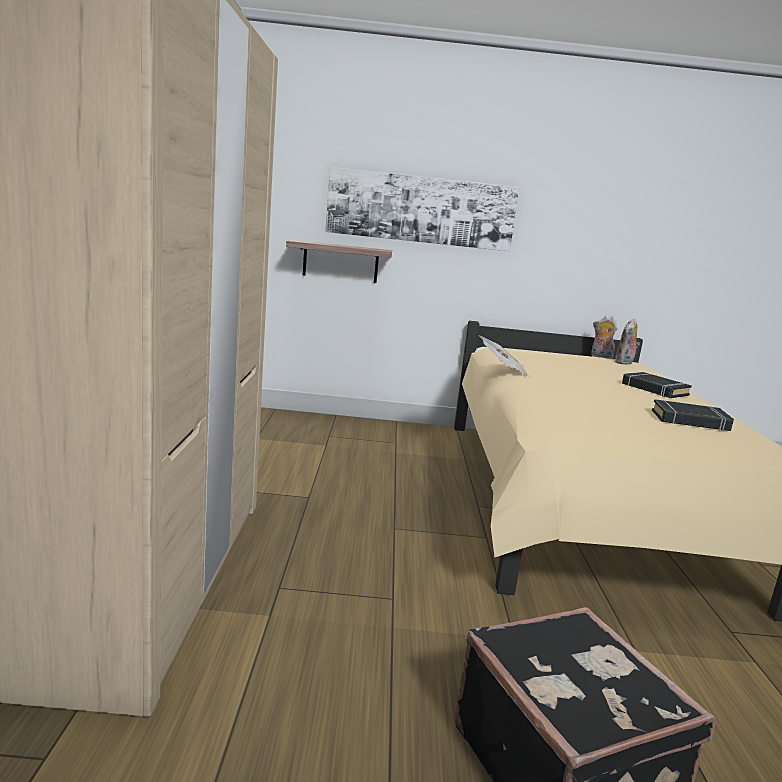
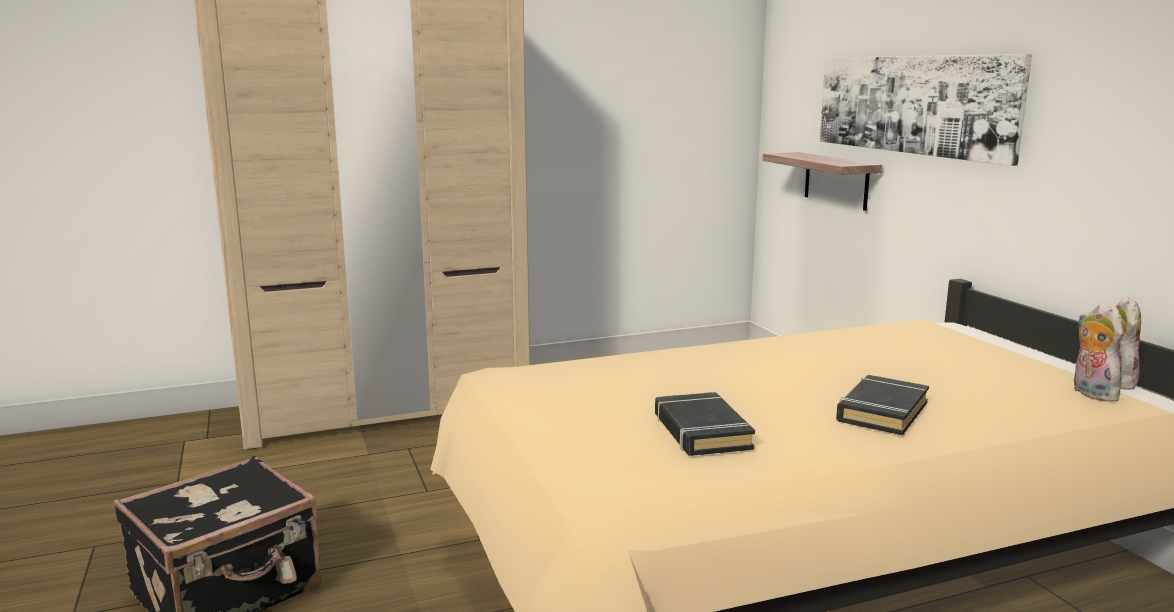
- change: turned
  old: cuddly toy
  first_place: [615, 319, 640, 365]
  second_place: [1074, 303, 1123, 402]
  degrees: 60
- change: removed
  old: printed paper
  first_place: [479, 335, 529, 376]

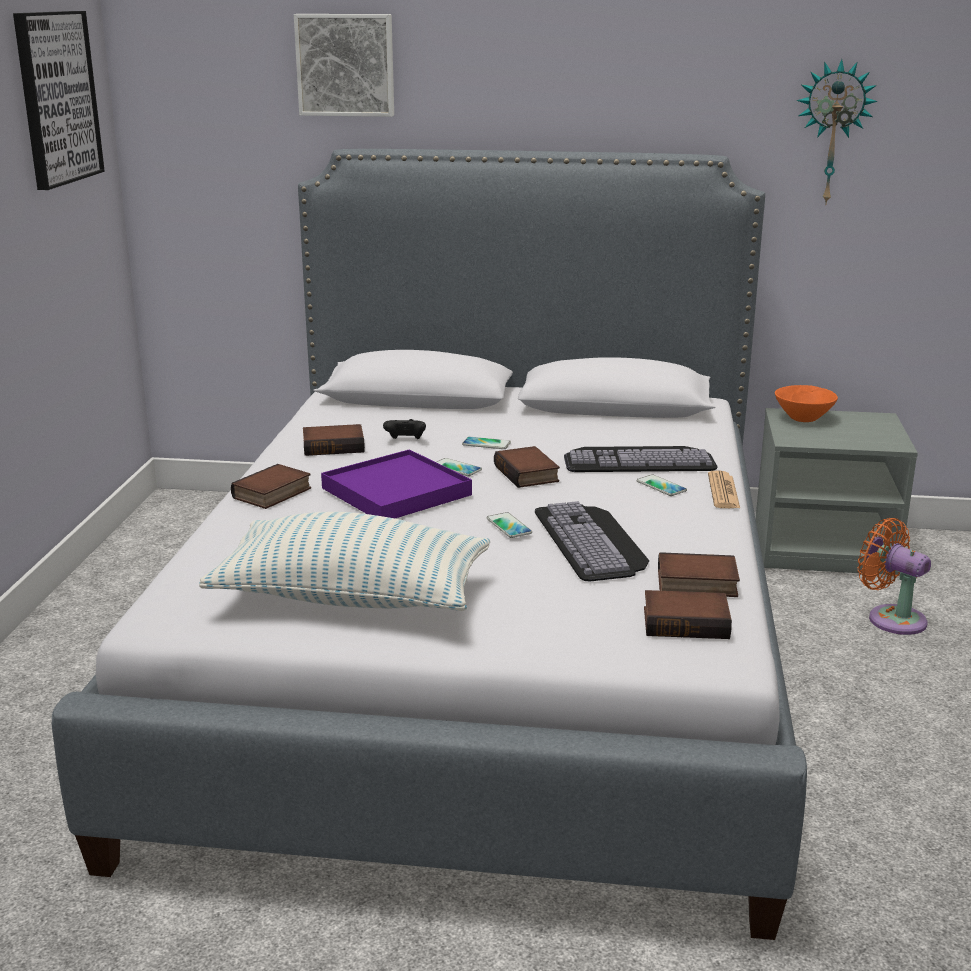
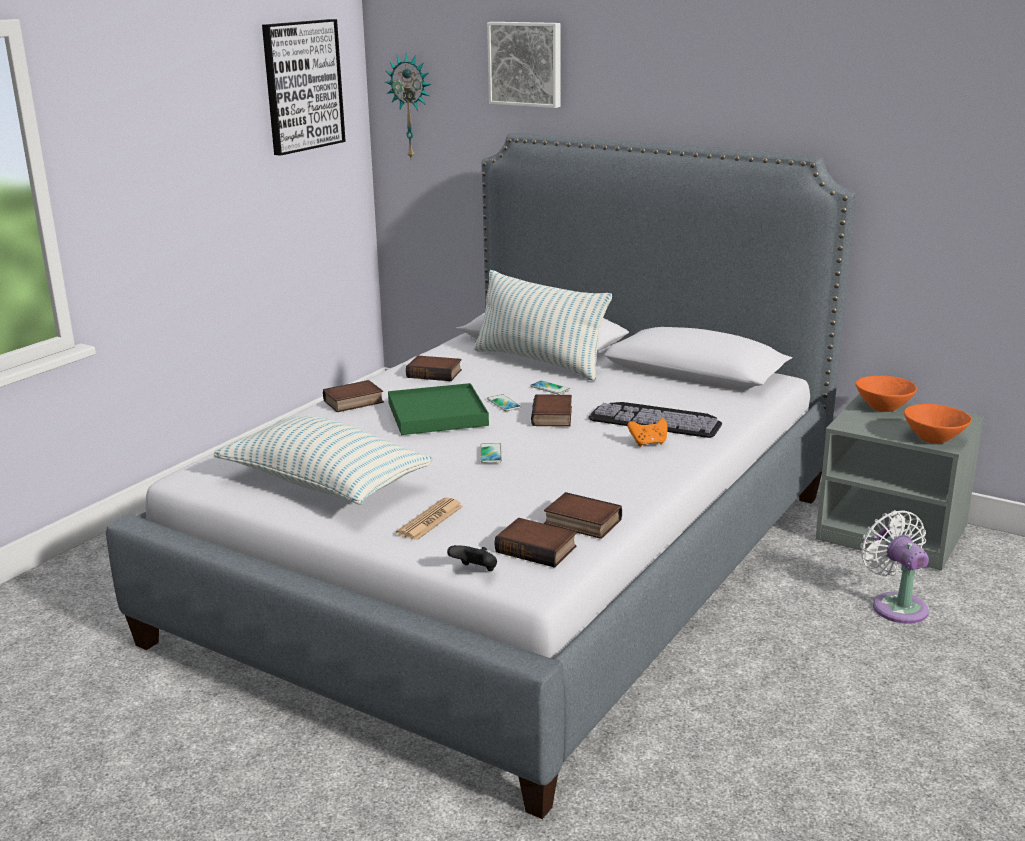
- change: moved
  old: wall clock
  first_place: [797, 59, 878, 203]
  second_place: [385, 53, 431, 161]
- change: moved
  old: joypad in blackish
  first_place: [383, 419, 426, 439]
  second_place: [447, 545, 497, 571]
- change: recoloured
  old: tray in purplish
  new: tray in green-coloured
  first_place: [321, 449, 472, 518]
  second_place: [388, 383, 489, 435]
- change: moved
  old: printed paper
  first_place: [708, 470, 740, 508]
  second_place: [396, 498, 463, 540]
- change: replaced
  old: telephone
  new: joypad in orangey
  first_place: [637, 474, 687, 496]
  second_place: [628, 418, 668, 447]
- change: removed
  old: PC keyboard
  first_place: [535, 501, 649, 581]
- change: recoloured
  old: cooling fan in orangey
  new: cooling fan in whitish
  first_place: [858, 518, 931, 635]
  second_place: [861, 510, 929, 624]
- change: added
  new: cushion
  second_place: [474, 270, 612, 380]
- change: added
  new: bowl in orangey
  second_place: [904, 404, 972, 443]

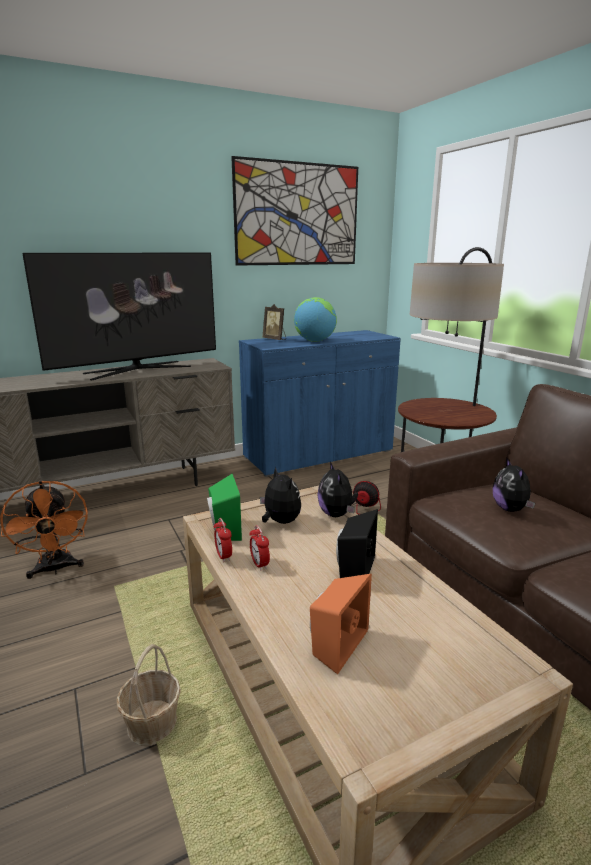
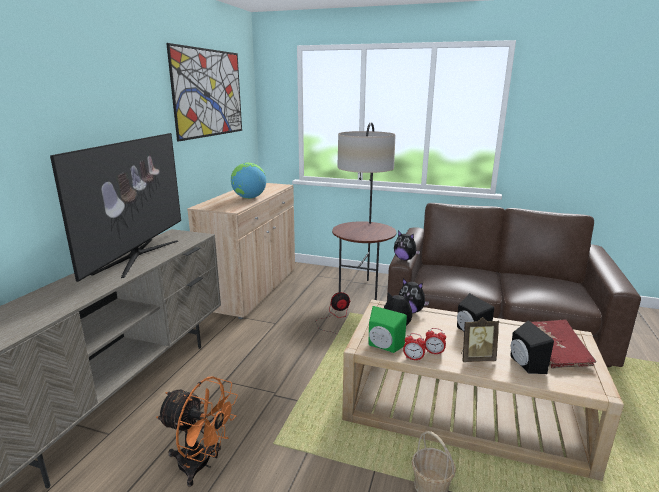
- change: moved
  old: picture frame
  first_place: [263, 304, 286, 340]
  second_place: [461, 317, 499, 362]
- change: recoloured
  old: storage cabinet in blue-coloured
  new: storage cabinet in beige-coloured
  first_place: [239, 330, 401, 477]
  second_place: [187, 183, 295, 319]
- change: moved
  old: cuddly toy
  first_place: [493, 458, 535, 512]
  second_place: [394, 231, 420, 260]
- change: recoloured
  old: speaker in orangey
  new: speaker in blackish
  first_place: [310, 574, 372, 674]
  second_place: [510, 320, 554, 374]
- change: added
  new: volume in red-coloured
  second_place: [531, 319, 597, 369]

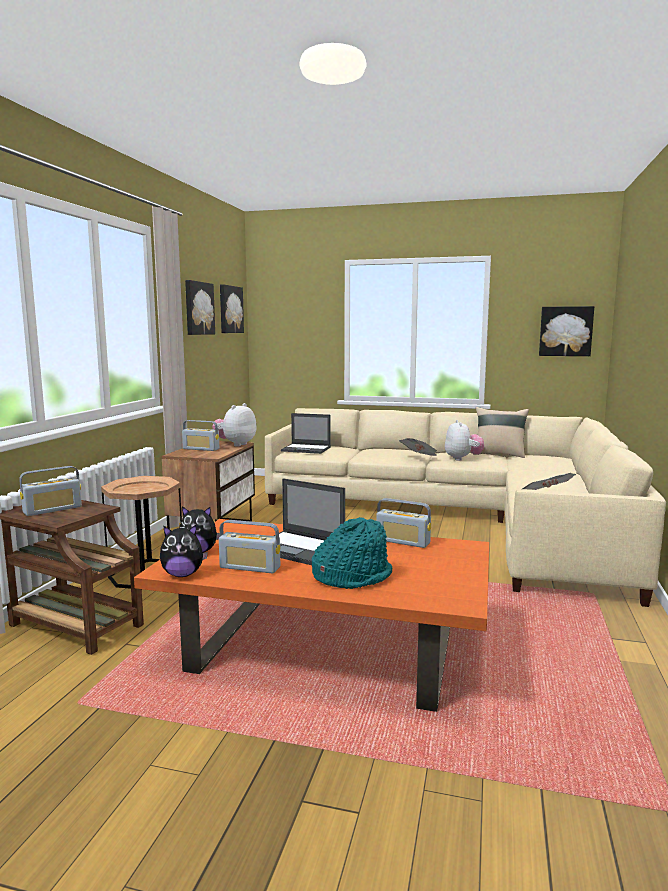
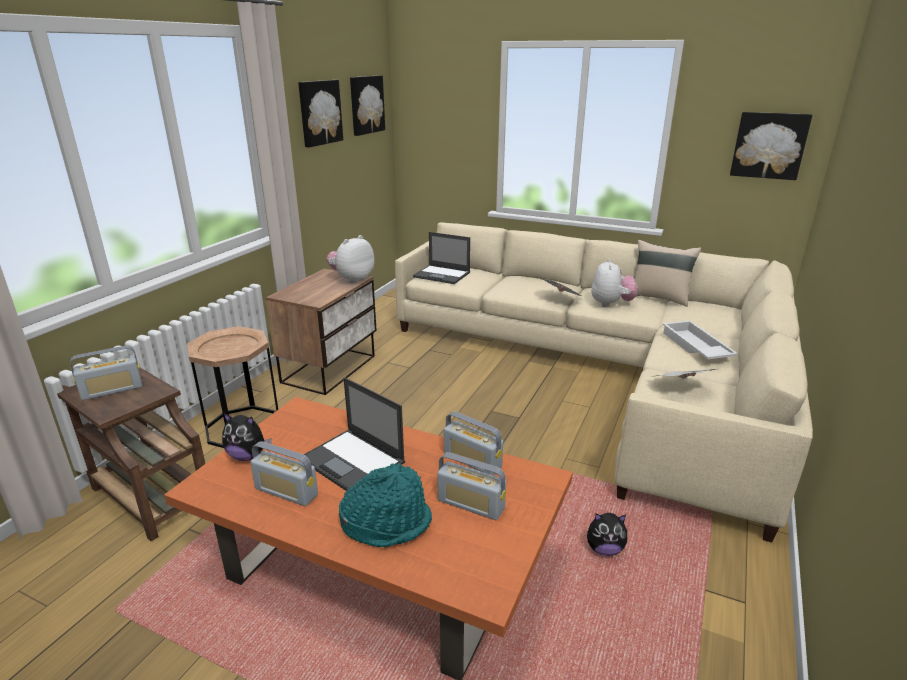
- change: moved
  old: radio
  first_place: [182, 420, 219, 451]
  second_place: [437, 452, 506, 520]
- change: moved
  old: cuddly toy
  first_place: [160, 525, 208, 577]
  second_place: [587, 513, 628, 556]
- change: added
  new: tray in whitish
  second_place: [663, 321, 738, 359]

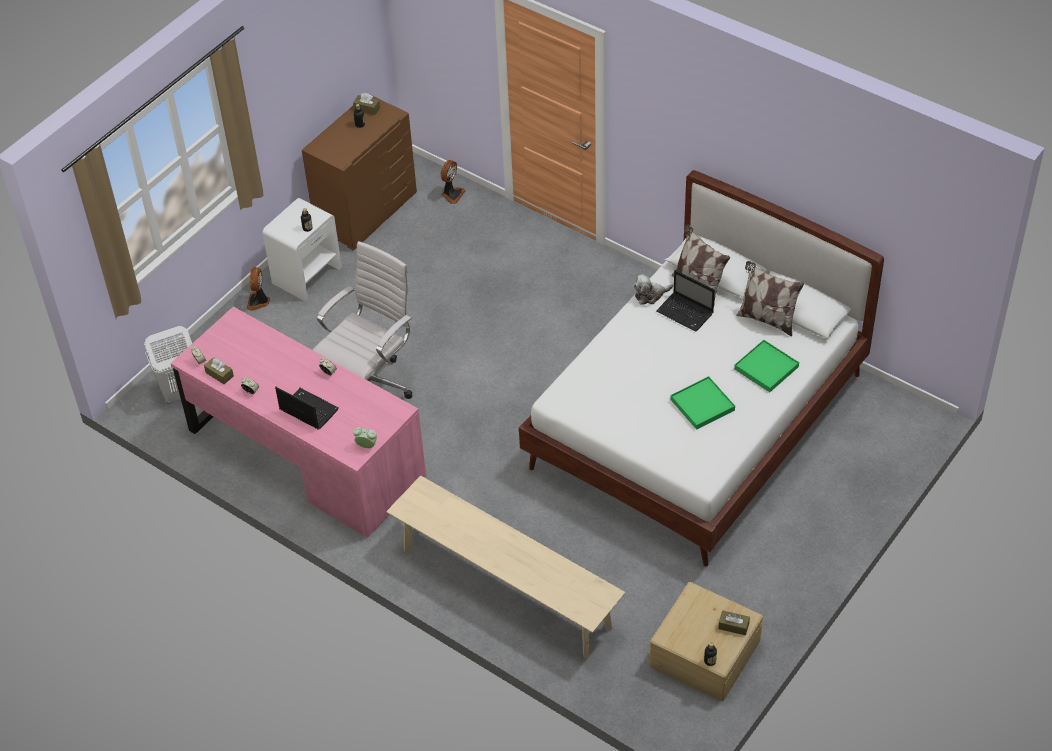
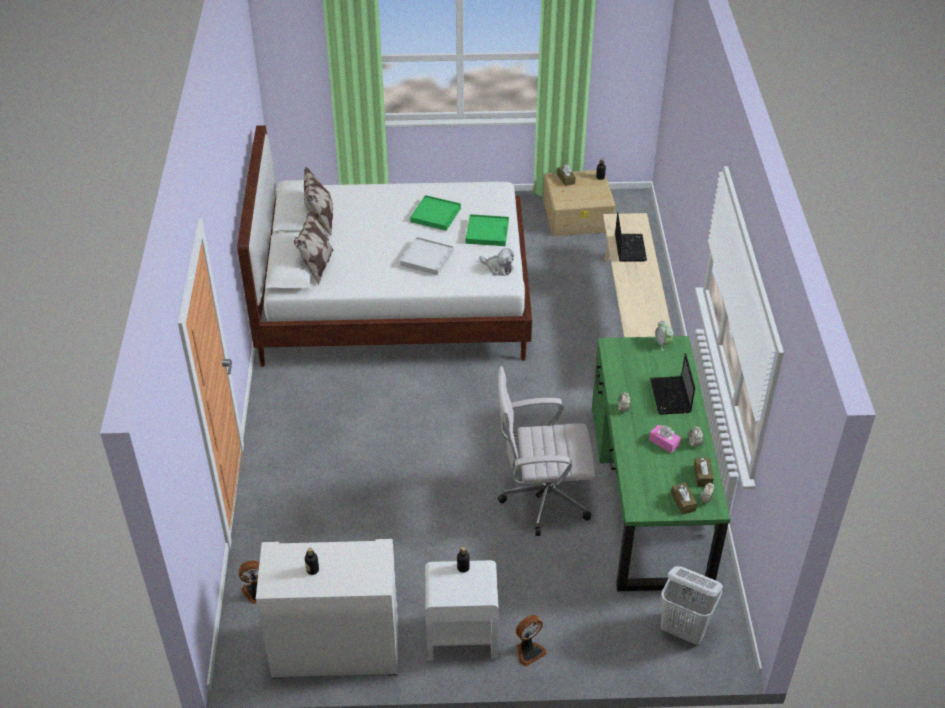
- change: moved
  old: box of tissues in brownish
  first_place: [353, 93, 380, 115]
  second_place: [671, 482, 697, 515]
- change: recoloured
  old: drawer chest in brownish
  new: drawer chest in whitish
  first_place: [302, 95, 417, 251]
  second_place: [256, 539, 398, 679]
- change: moved
  old: portable computer
  first_place: [656, 270, 715, 332]
  second_place: [615, 212, 647, 262]
- change: moved
  old: cuddly toy
  first_place: [634, 274, 673, 305]
  second_place: [479, 248, 514, 276]
- change: recoloured
  old: desk unit in pink-coloured
  new: desk unit in green-coloured
  first_place: [171, 307, 426, 538]
  second_place: [592, 336, 730, 591]
- change: moved
  old: tray in green-coloured
  first_place: [734, 340, 799, 392]
  second_place: [466, 214, 509, 246]
- change: added
  new: tray in whitish
  second_place: [400, 237, 454, 275]
- change: added
  new: box of tissues in pink-coloured
  second_place: [649, 424, 681, 453]

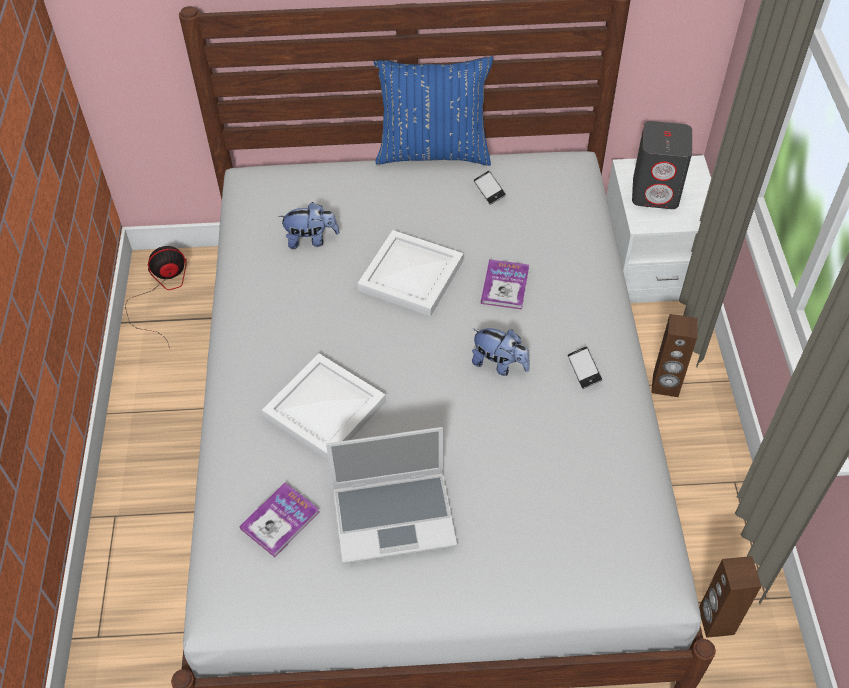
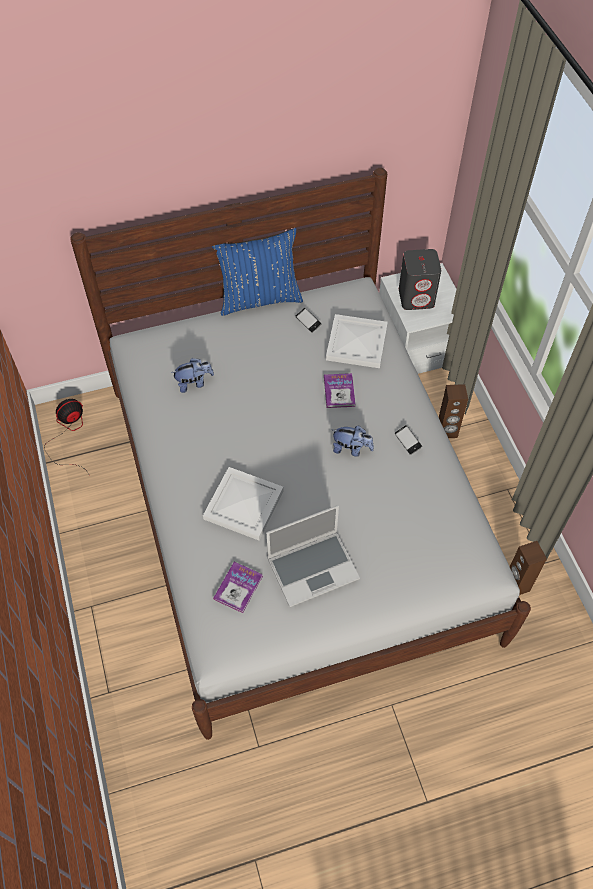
- change: moved
  old: tray in whitish
  first_place: [357, 230, 463, 316]
  second_place: [326, 314, 388, 368]

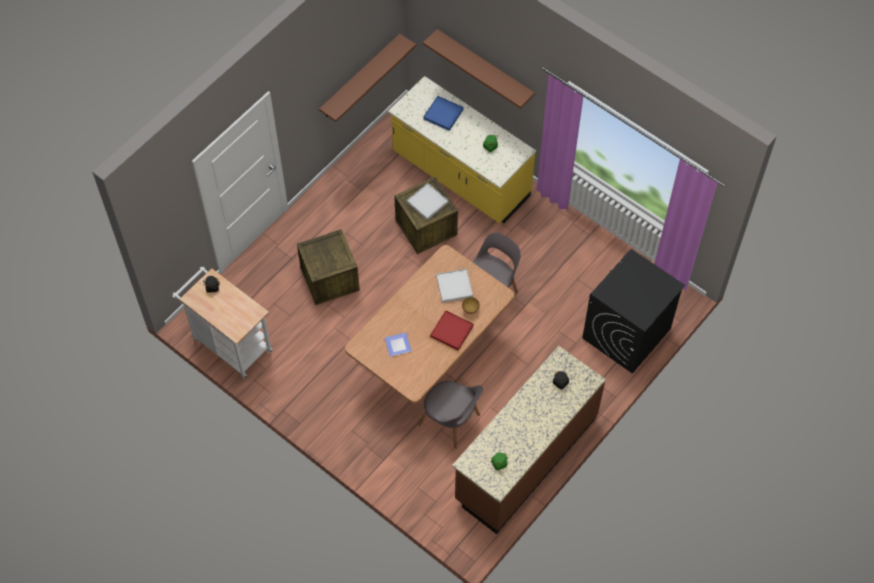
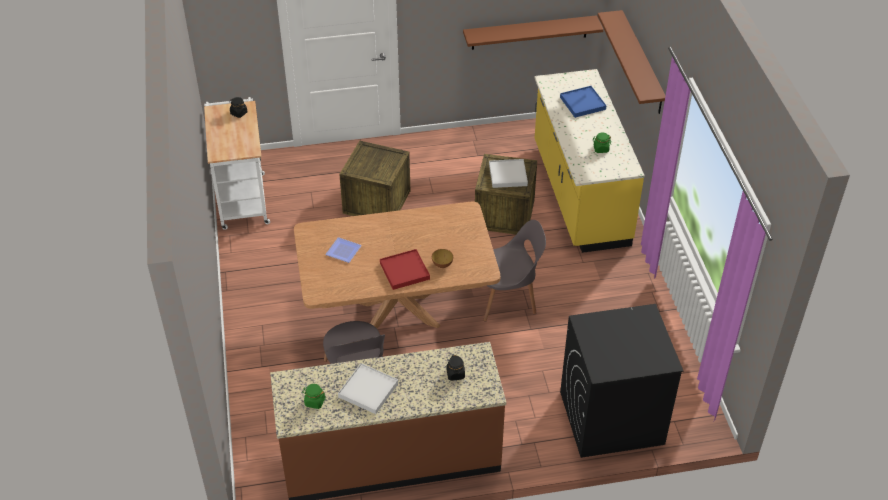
- change: moved
  old: tray in whitish
  first_place: [436, 269, 473, 303]
  second_place: [338, 363, 398, 414]

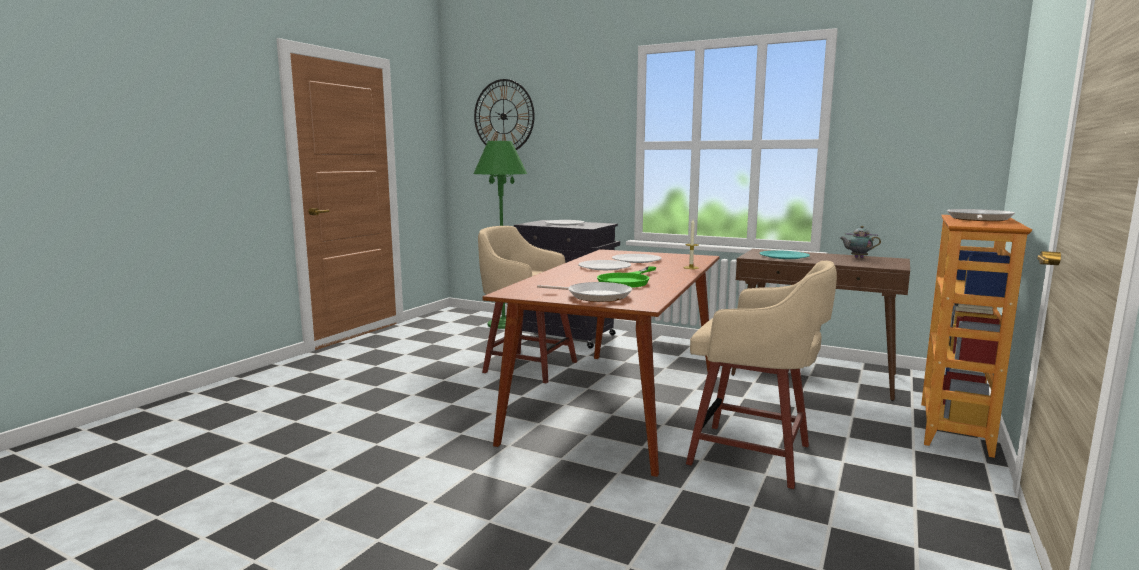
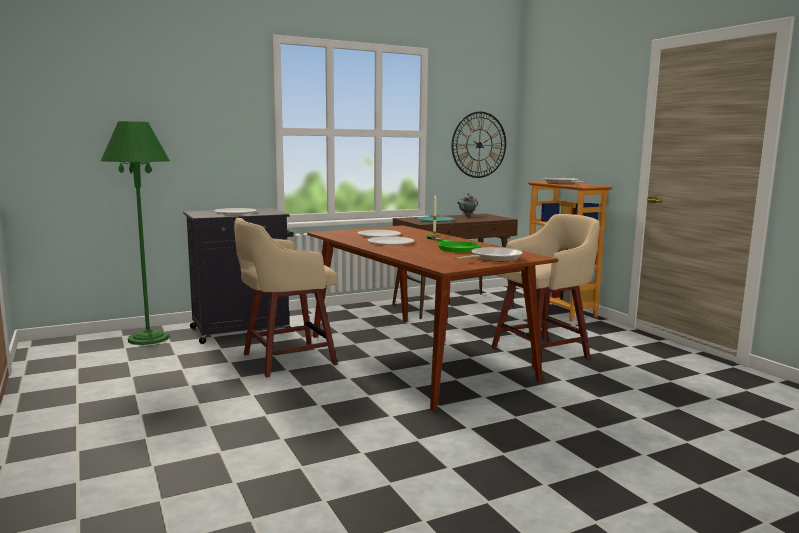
- change: moved
  old: wall clock
  first_place: [474, 79, 535, 150]
  second_place: [452, 112, 506, 178]

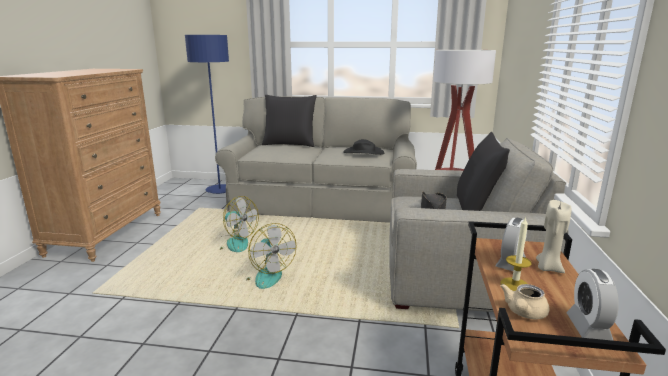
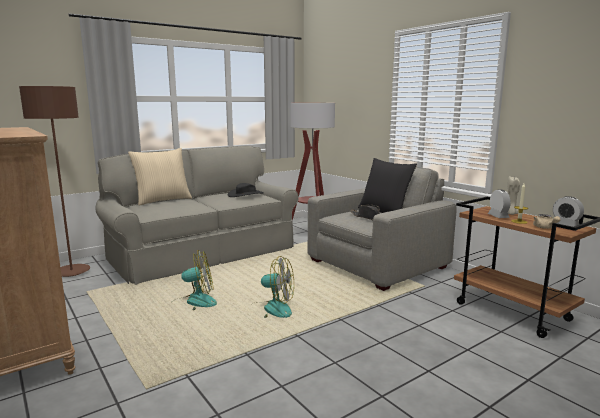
- change: recoloured
  old: standing lamp in blue-coloured
  new: standing lamp in brownish
  first_place: [185, 35, 229, 194]
  second_place: [19, 86, 90, 277]
- change: recoloured
  old: cushion in blackish
  new: cushion in beige-coloured
  first_place: [262, 95, 317, 147]
  second_place: [128, 148, 192, 205]

